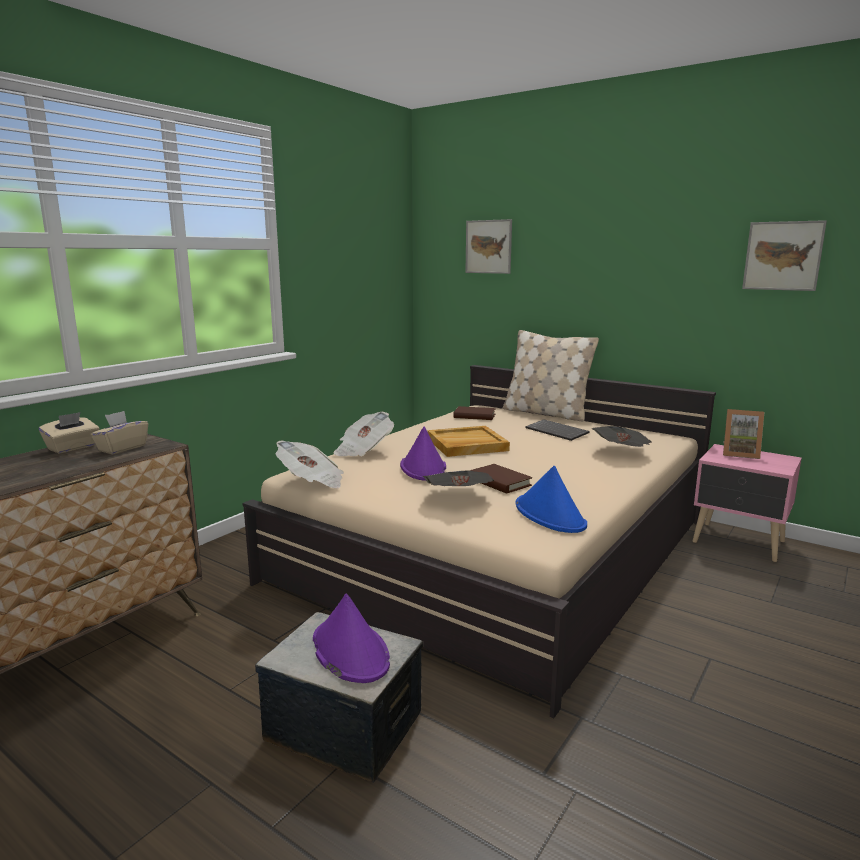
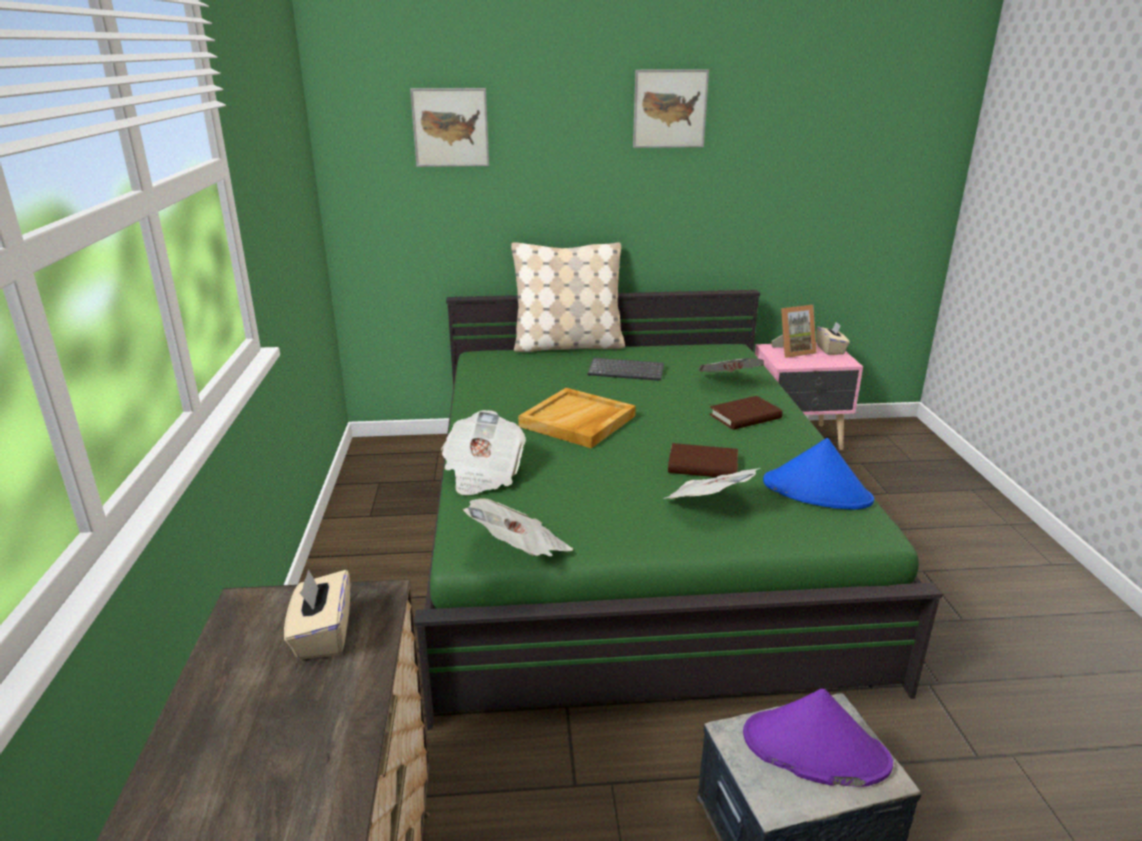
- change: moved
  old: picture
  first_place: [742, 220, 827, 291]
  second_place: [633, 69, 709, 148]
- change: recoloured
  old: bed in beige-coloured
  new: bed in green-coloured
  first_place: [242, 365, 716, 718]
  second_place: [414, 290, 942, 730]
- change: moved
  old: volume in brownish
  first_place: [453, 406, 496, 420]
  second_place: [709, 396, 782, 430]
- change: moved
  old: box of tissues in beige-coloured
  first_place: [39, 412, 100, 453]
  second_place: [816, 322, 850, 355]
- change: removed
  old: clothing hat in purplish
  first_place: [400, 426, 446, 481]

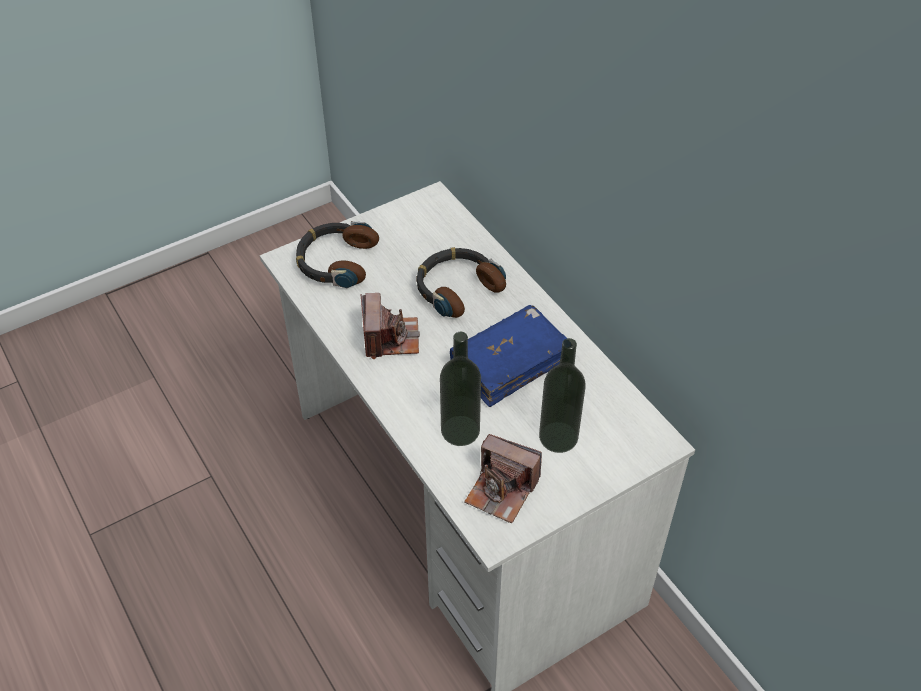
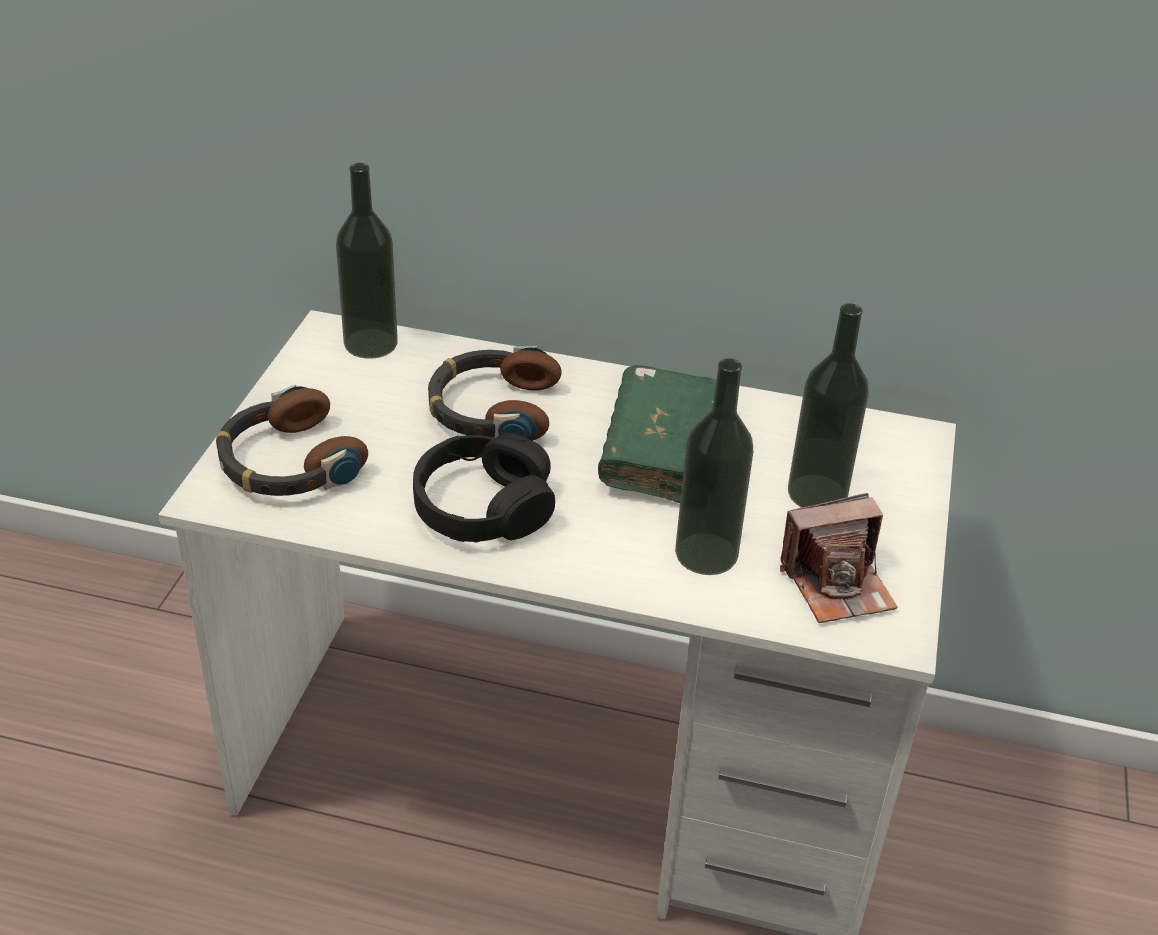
- change: replaced
  old: photo camera
  new: pair of headphones in blackish
  first_place: [361, 293, 420, 359]
  second_place: [413, 433, 555, 543]
- change: recoloured
  old: volume in blue-coloured
  new: volume in green-coloured
  first_place: [450, 305, 567, 407]
  second_place: [598, 365, 717, 503]
- change: added
  new: beverage bottle
  second_place: [336, 163, 398, 359]

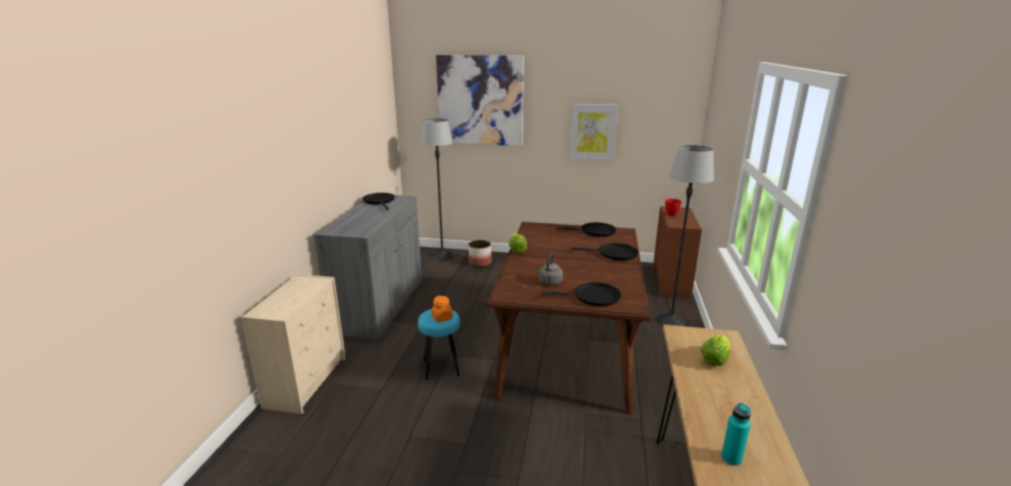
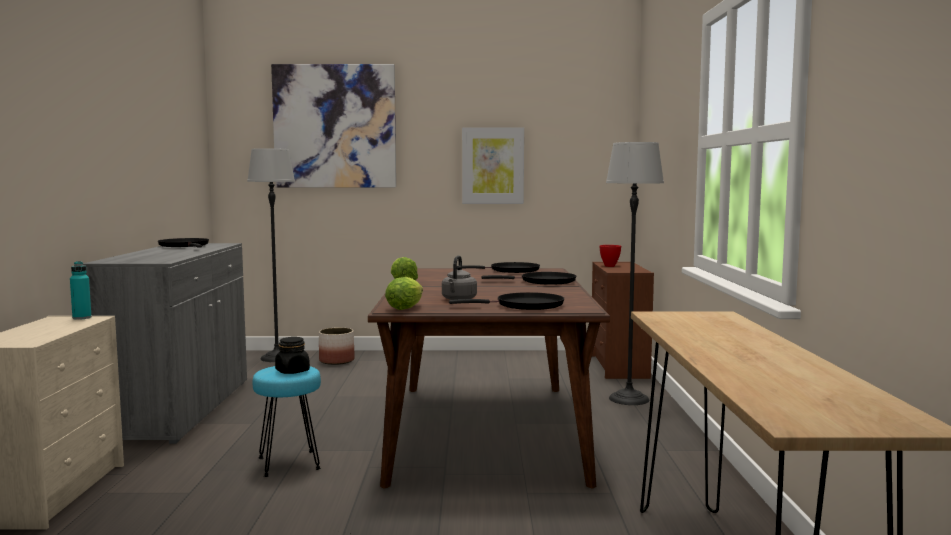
- change: recoloured
  old: preserve jar in orangey
  new: preserve jar in blackish
  first_place: [431, 295, 453, 322]
  second_place: [275, 337, 310, 374]
- change: moved
  old: head of lettuce
  first_place: [700, 334, 730, 366]
  second_place: [385, 277, 423, 310]
- change: moved
  old: beverage bottle in blue-green
  first_place: [721, 403, 751, 466]
  second_place: [70, 261, 92, 320]

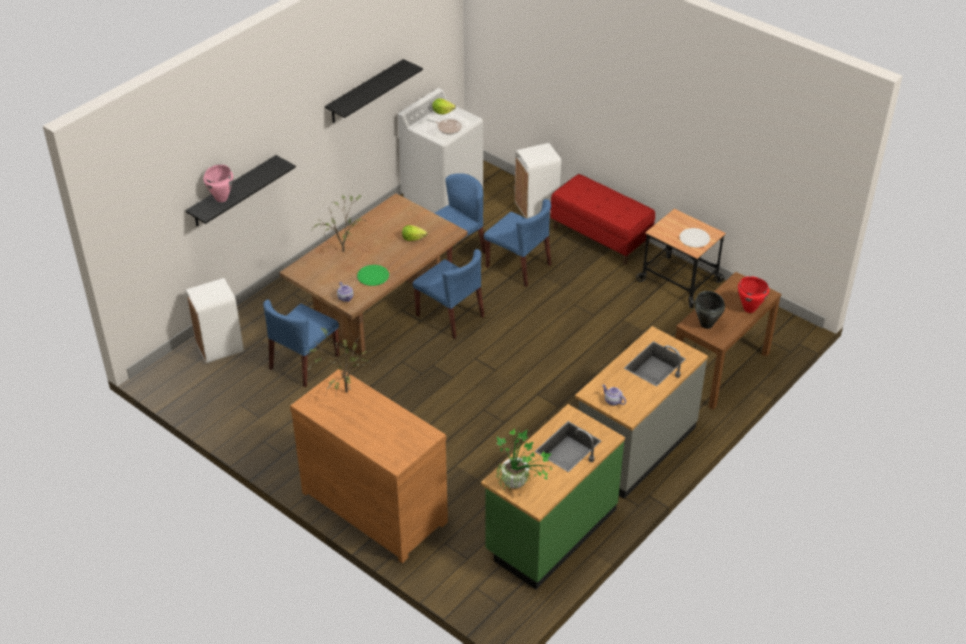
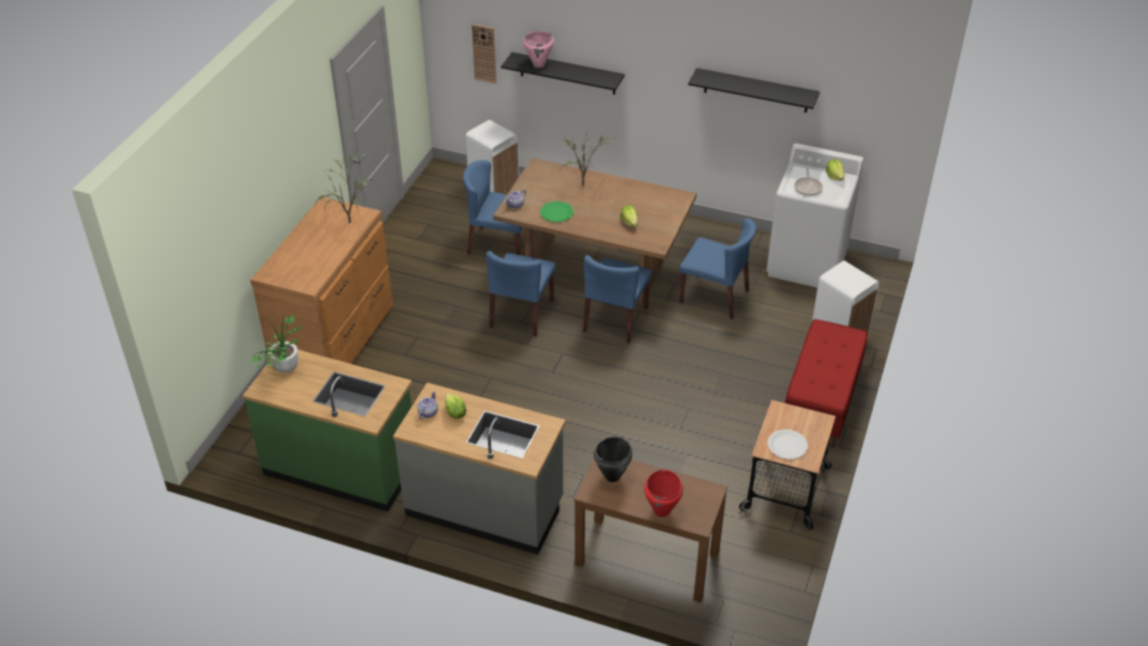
- change: moved
  old: plain chair in blue-coloured
  first_place: [484, 199, 551, 287]
  second_place: [486, 251, 556, 337]
- change: added
  new: wall clock
  second_place: [472, 24, 497, 84]
- change: added
  new: head of lettuce
  second_place: [445, 393, 467, 419]

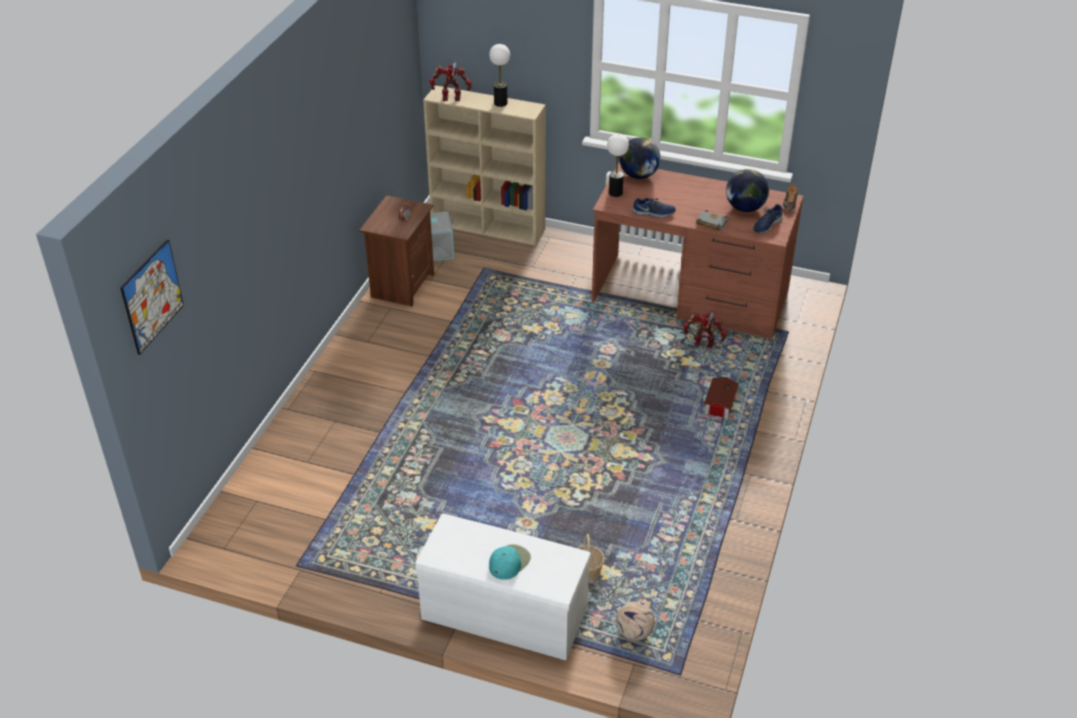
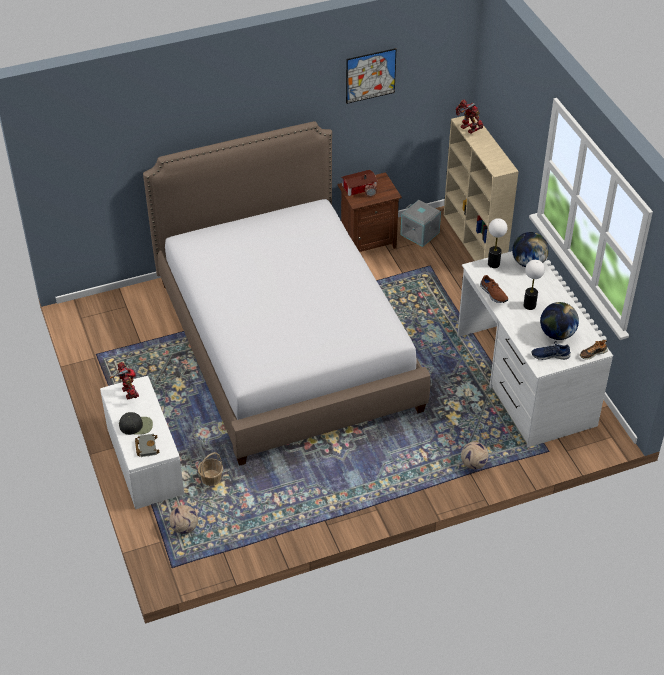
- change: moved
  old: tabletop lamp
  first_place: [489, 44, 510, 107]
  second_place: [524, 260, 545, 310]
- change: recoloured
  old: desk unit in brownish
  new: desk unit in whitish
  first_place: [592, 162, 804, 341]
  second_place: [457, 251, 613, 447]
- change: recoloured
  old: low shoe in blue-coloured
  new: low shoe in brownish
  first_place: [632, 198, 676, 218]
  second_place: [480, 275, 508, 303]
- change: moved
  old: volume in grey
  first_place: [696, 210, 728, 231]
  second_place: [135, 434, 159, 457]
- change: moved
  old: picture
  first_place: [120, 239, 184, 355]
  second_place: [346, 48, 396, 104]
- change: moved
  old: toy robot
  first_place: [683, 312, 727, 348]
  second_place: [110, 362, 139, 399]
- change: moved
  old: model house
  first_place: [704, 377, 739, 419]
  second_place: [342, 170, 378, 196]
- change: recoloured
  old: baseball cap in blue-green
  new: baseball cap in blackish
  first_place: [489, 544, 531, 580]
  second_place: [119, 412, 153, 435]
- change: added
  new: bed
  second_place: [143, 121, 430, 466]
- change: added
  new: ball for football
  second_place: [461, 442, 489, 469]

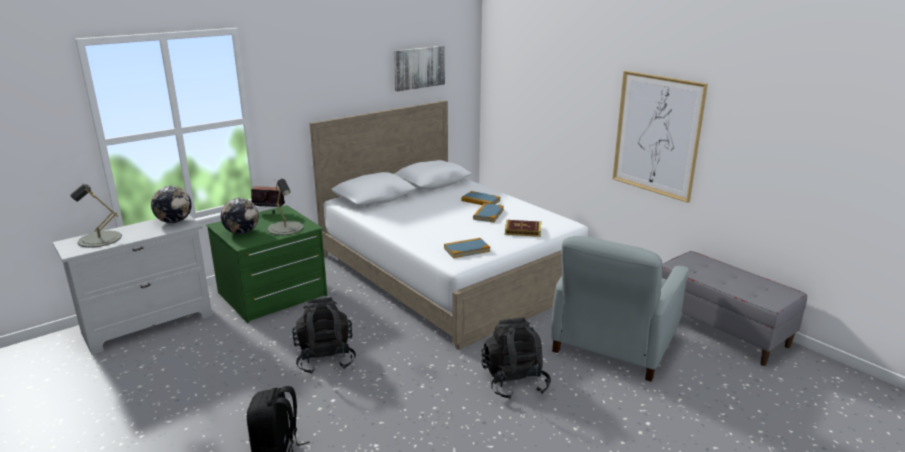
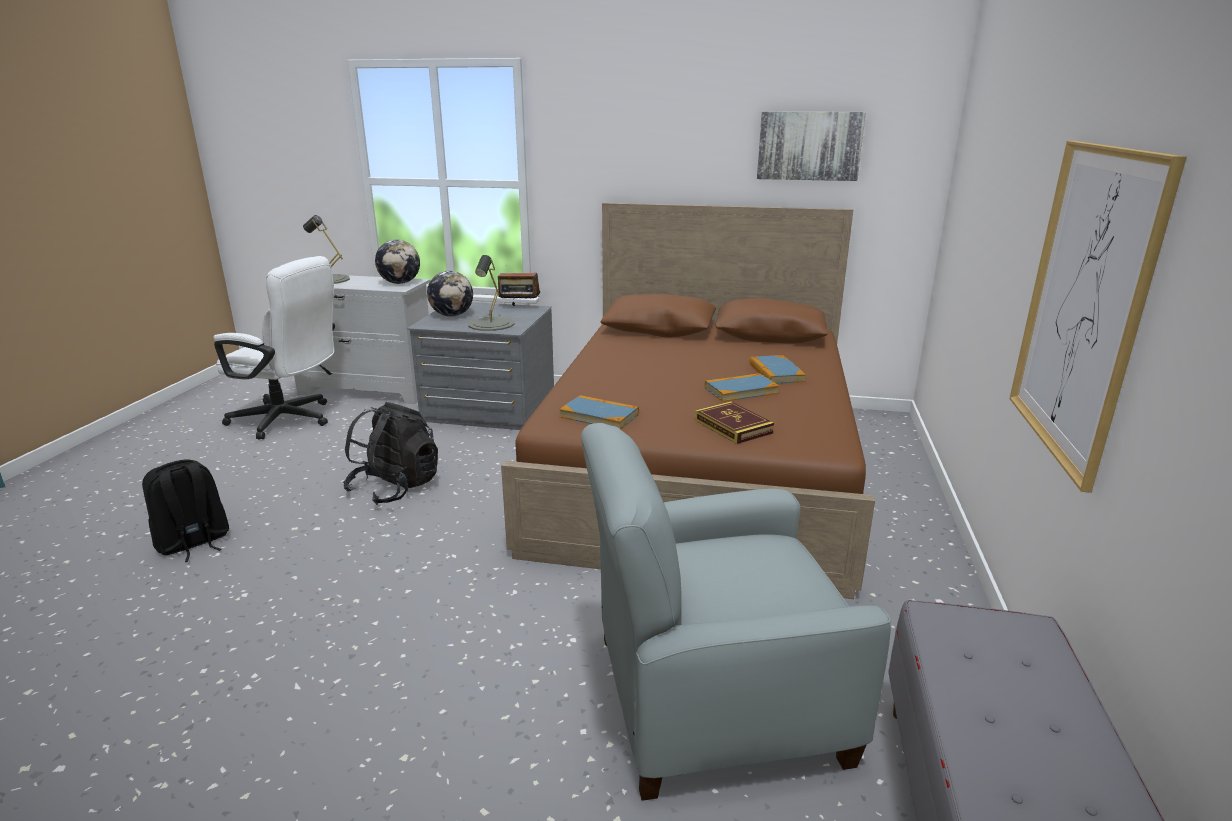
- change: recoloured
  old: bed in whitish
  new: bed in brownish
  first_place: [310, 101, 588, 350]
  second_place: [501, 203, 875, 599]
- change: turned
  old: radio
  first_place: [251, 186, 285, 214]
  second_place: [498, 265, 540, 306]
  degrees: 135
- change: recoloured
  old: drawer chest in green-coloured
  new: drawer chest in grey
  first_place: [206, 205, 327, 323]
  second_place: [407, 302, 554, 430]
- change: removed
  old: backpack in blackish
  first_place: [481, 317, 551, 399]
- change: added
  new: computer chair in whitish
  second_place: [213, 256, 335, 439]

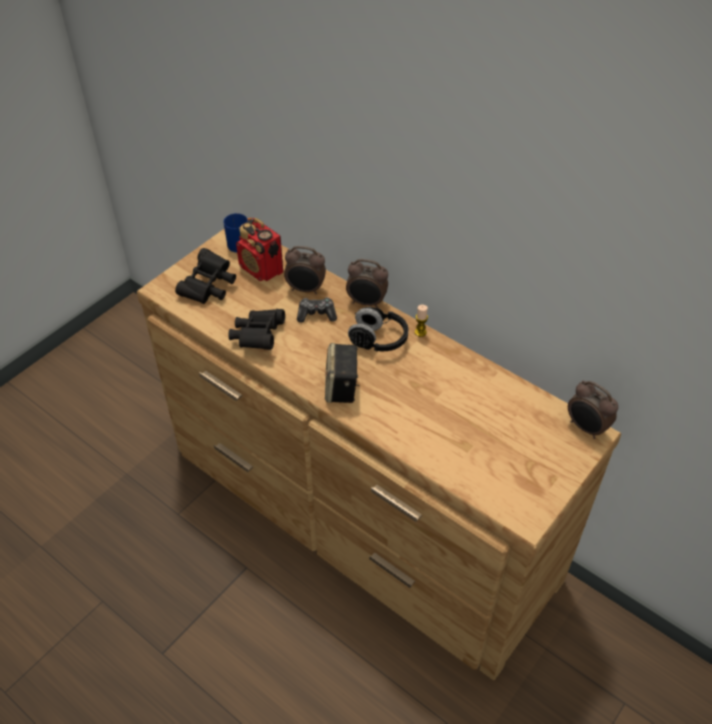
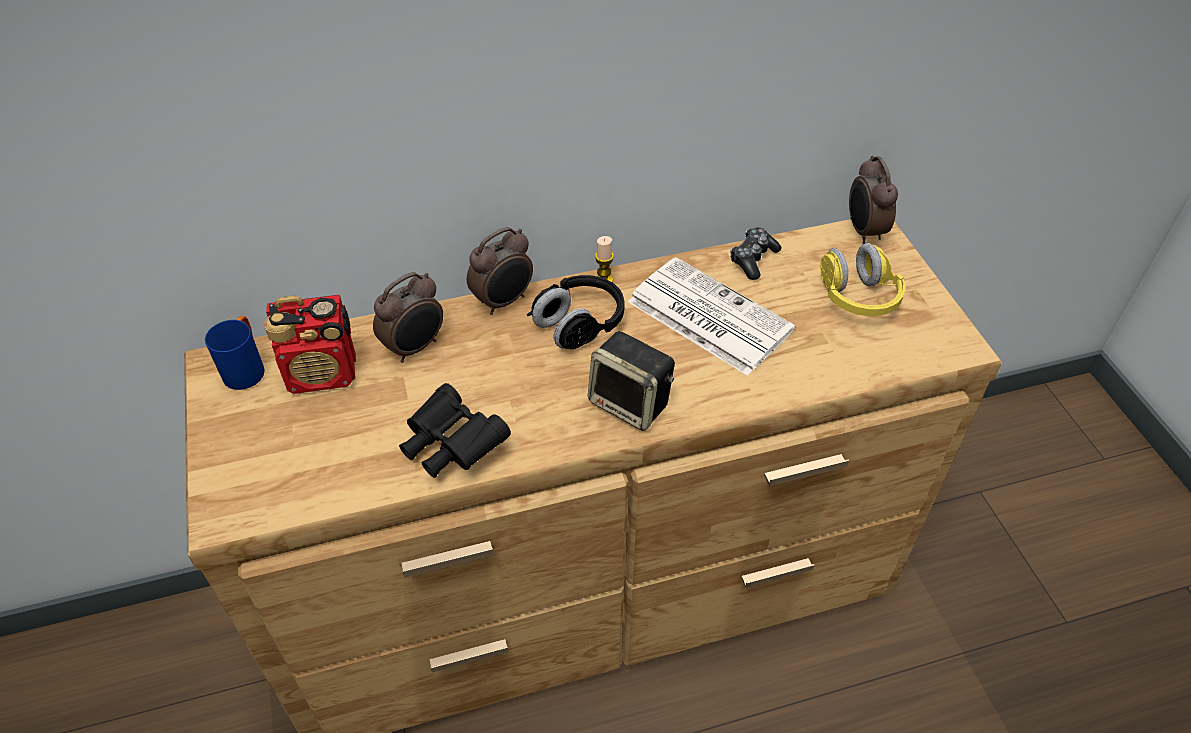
- change: removed
  old: pair of binoculars in blackish
  first_place: [175, 248, 236, 304]
- change: moved
  old: joypad
  first_place: [297, 297, 337, 322]
  second_place: [730, 227, 782, 280]
- change: turned
  old: alarm clock
  first_place: [568, 380, 618, 439]
  second_place: [849, 156, 898, 244]
  degrees: 90
- change: added
  new: pair of headphones in yellow
  second_place: [820, 243, 906, 316]
- change: added
  new: printed paper
  second_place: [628, 257, 796, 376]

